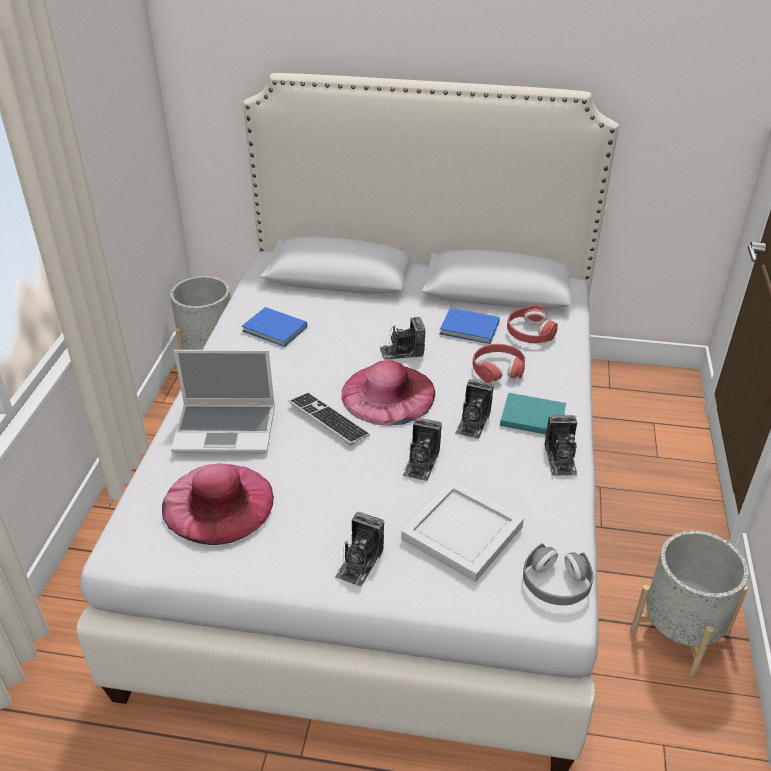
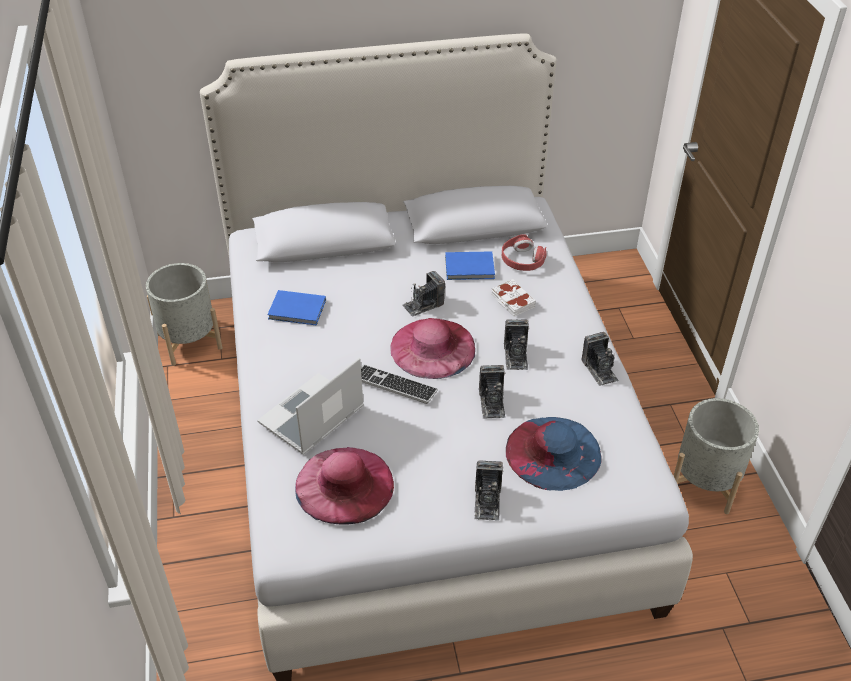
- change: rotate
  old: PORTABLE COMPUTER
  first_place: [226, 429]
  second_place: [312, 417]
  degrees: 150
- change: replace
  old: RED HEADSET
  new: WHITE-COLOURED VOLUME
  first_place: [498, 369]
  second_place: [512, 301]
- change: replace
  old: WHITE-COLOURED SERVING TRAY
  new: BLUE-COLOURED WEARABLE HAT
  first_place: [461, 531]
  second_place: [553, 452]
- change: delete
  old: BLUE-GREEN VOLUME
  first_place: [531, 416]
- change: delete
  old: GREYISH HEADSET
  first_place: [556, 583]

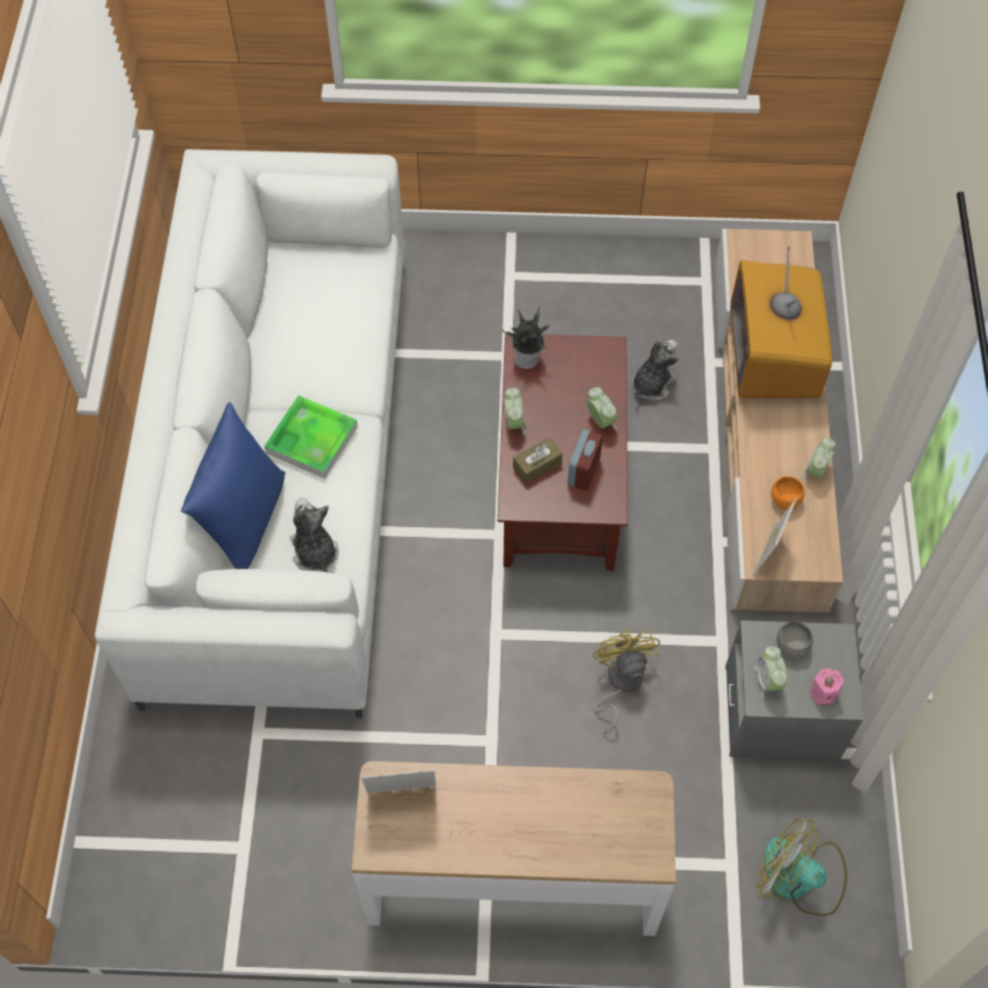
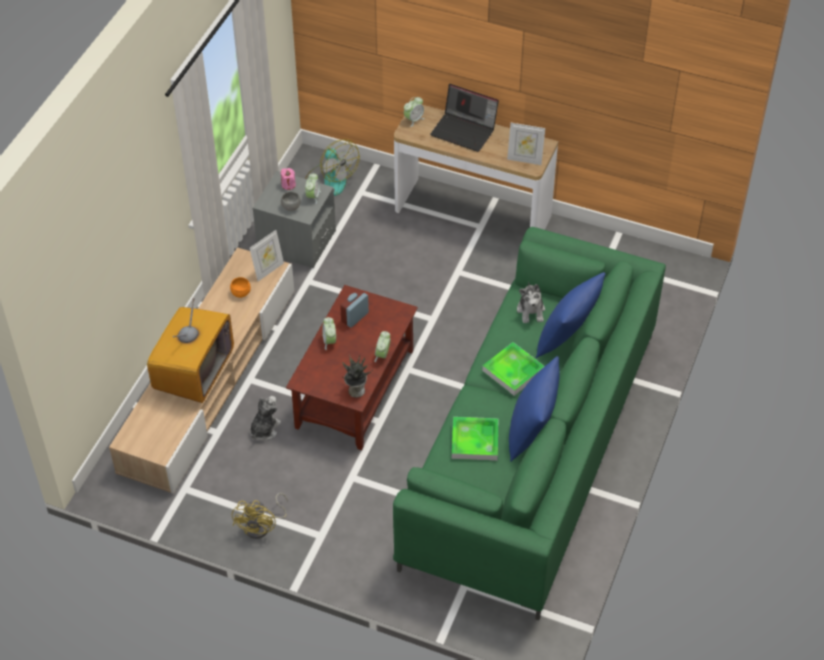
- change: move
  old: YELLOW ELECTRIC FAN
  first_place: [620, 682]
  second_place: [262, 526]
- change: rotate
  old: SOFT TOY
  first_place: [652, 384]
  second_place: [264, 429]
  degrees: 150
- change: recolor
  old: WHITE-COLOURED SETTEE
  new: GREEN-COLOURED SETTEE
  first_place: [282, 466]
  second_place: [530, 448]
- change: move
  old: ALARM CLOCK
  first_place: [816, 471]
  second_place: [413, 120]
- change: insert
  new: PORTABLE COMPUTER
  second_place: [465, 131]
- change: insert
  new: SERVING TRAY
  second_place: [475, 441]
- change: insert
  new: BLUE-COLOURED CUSHION
  second_place: [531, 431]
- change: delete
  old: BROWNISH TISSUE BOX
  first_place: [537, 465]

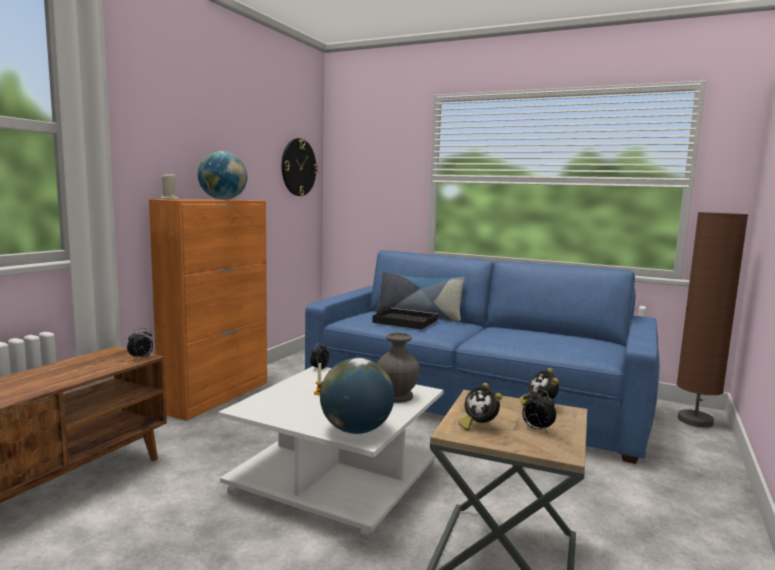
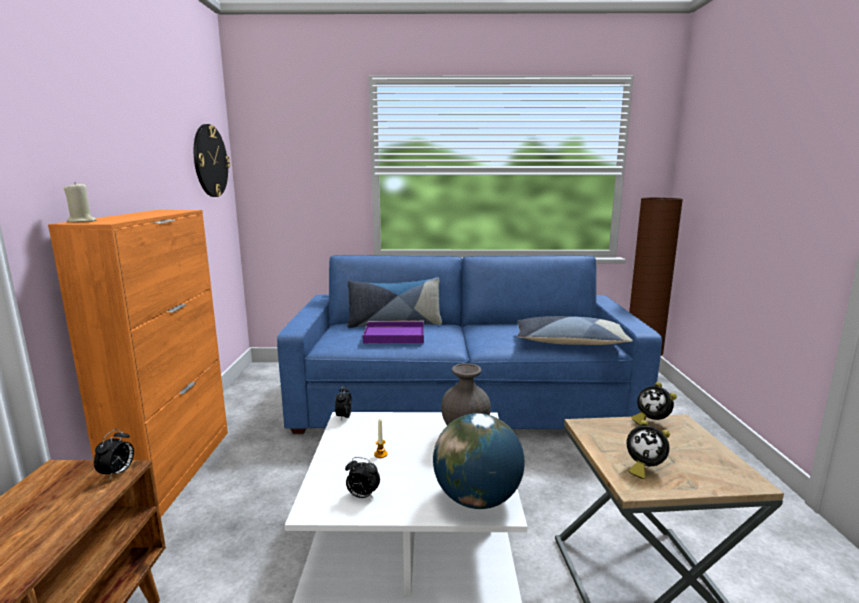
- change: move
  old: ALARM CLOCK
  first_place: [536, 429]
  second_place: [362, 496]
- change: recolor
  old: BLACK SERVING TRAY
  new: PURPLE SERVING TRAY
  first_place: [403, 321]
  second_place: [393, 335]
- change: insert
  new: CUSHION
  second_place: [569, 342]
- change: delete
  old: DESK GLOBE
  first_place: [223, 199]

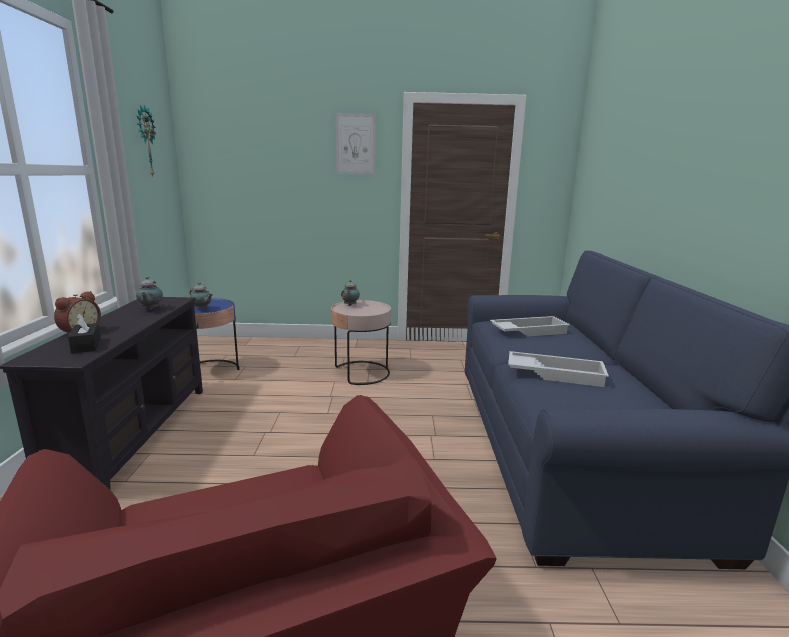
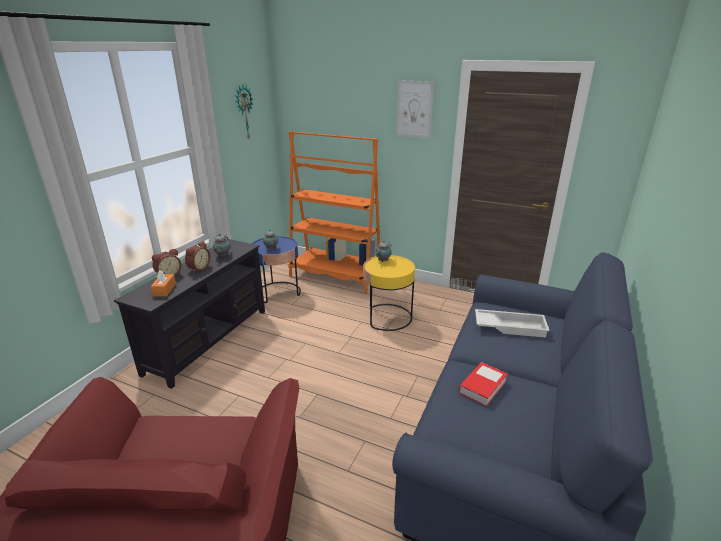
- change: recolor
  old: BLACK TISSUE BOX
  new: ORANGE TISSUE BOX
  first_place: [86, 345]
  second_place: [164, 290]
- change: insert
  new: ALARM CLOCK
  second_place: [198, 268]
- change: insert
  new: ORANGE SHELVING UNIT
  second_place: [335, 275]
- change: recolor
  old: PINK-COLOURED END TABLE
  new: YELLOW END TABLE
  first_place: [361, 373]
  second_place: [387, 317]
- change: replace
  old: WHITE-COLOURED SERVING TRAY
  new: VOLUME
  first_place: [555, 374]
  second_place: [482, 387]

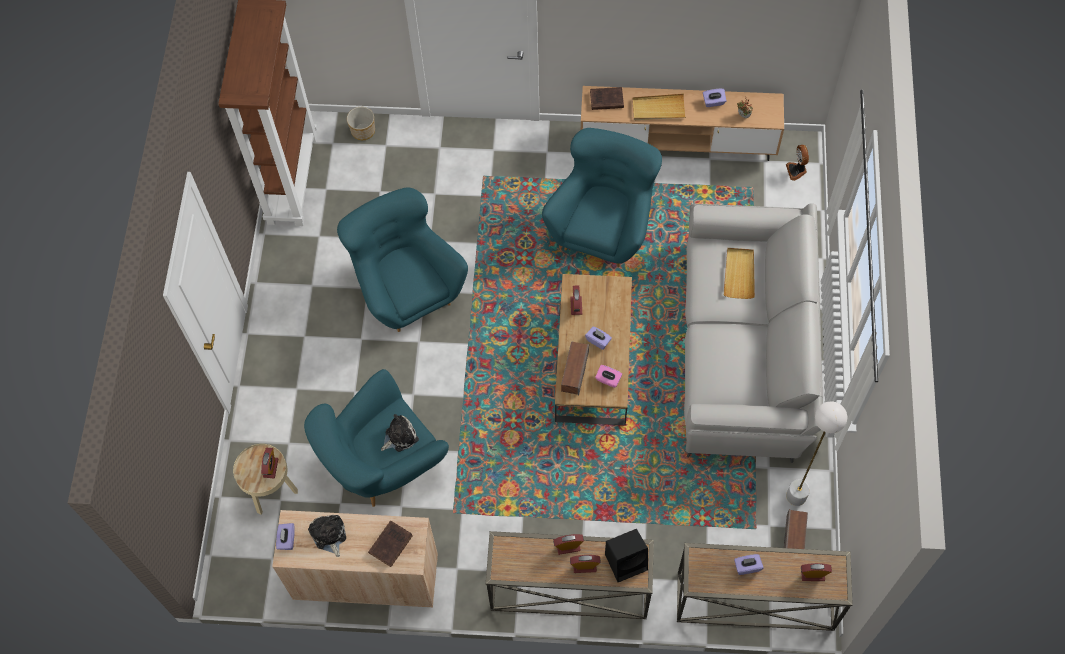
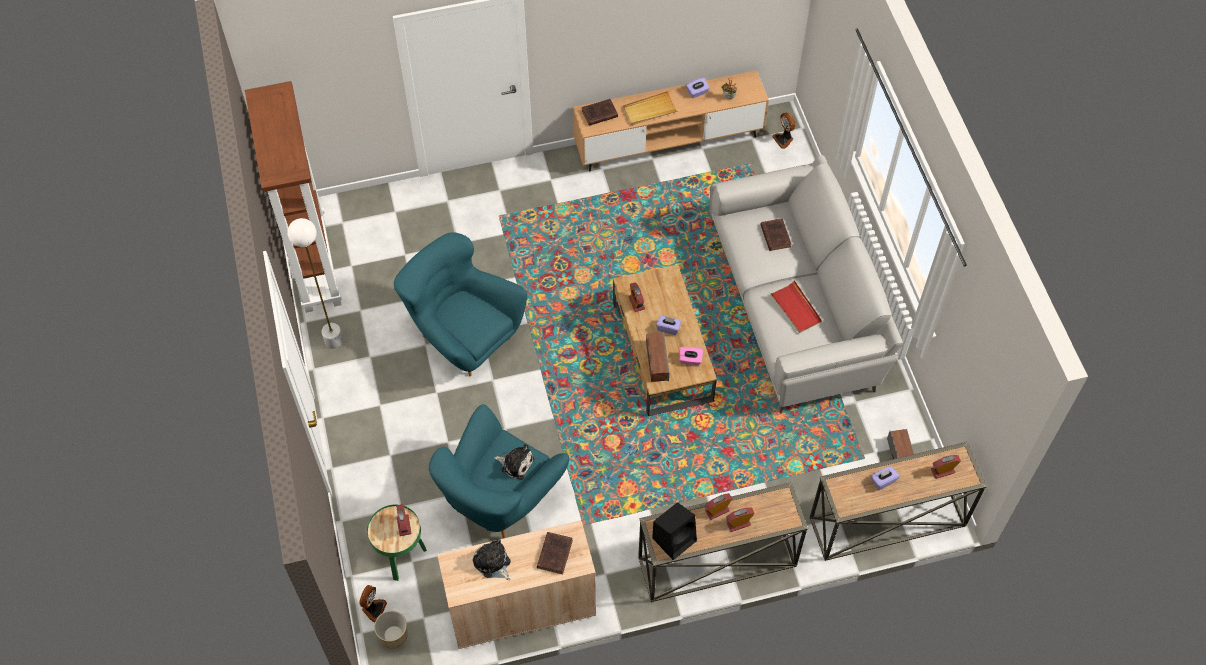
- change: move
  old: WHITE-COLOURED STANDARD LAMP
  first_place: [796, 496]
  second_place: [334, 341]
- change: insert
  new: ELECTRIC FAN
  second_place: [373, 609]
- change: recolor
  old: BEIGE-COLOURED END TABLE
  new: GREEN-COLOURED END TABLE
  first_place: [272, 492]
  second_place: [401, 556]
- change: move
  old: FLOWER POT
  first_place: [363, 130]
  second_place: [393, 635]
- change: rotate
  old: SOFT TOY
  first_place: [399, 436]
  second_place: [515, 463]
  degrees: 75
- change: move
  old: BLACK LOUDSPEAKER
  first_place: [627, 561]
  second_place: [675, 538]
- change: replace
  old: BEIGE-COLOURED SERVING TRAY
  new: BROWNISH VOLUME
  first_place: [739, 274]
  second_place: [775, 235]
- change: insert
  new: RED SERVING TRAY
  second_place: [795, 308]
- change: delete
  old: PURPLE TISSUE BOX
  first_place: [287, 539]
- change: delete
  old: BLUE-GREEN EASY CHAIR
  first_place: [603, 229]

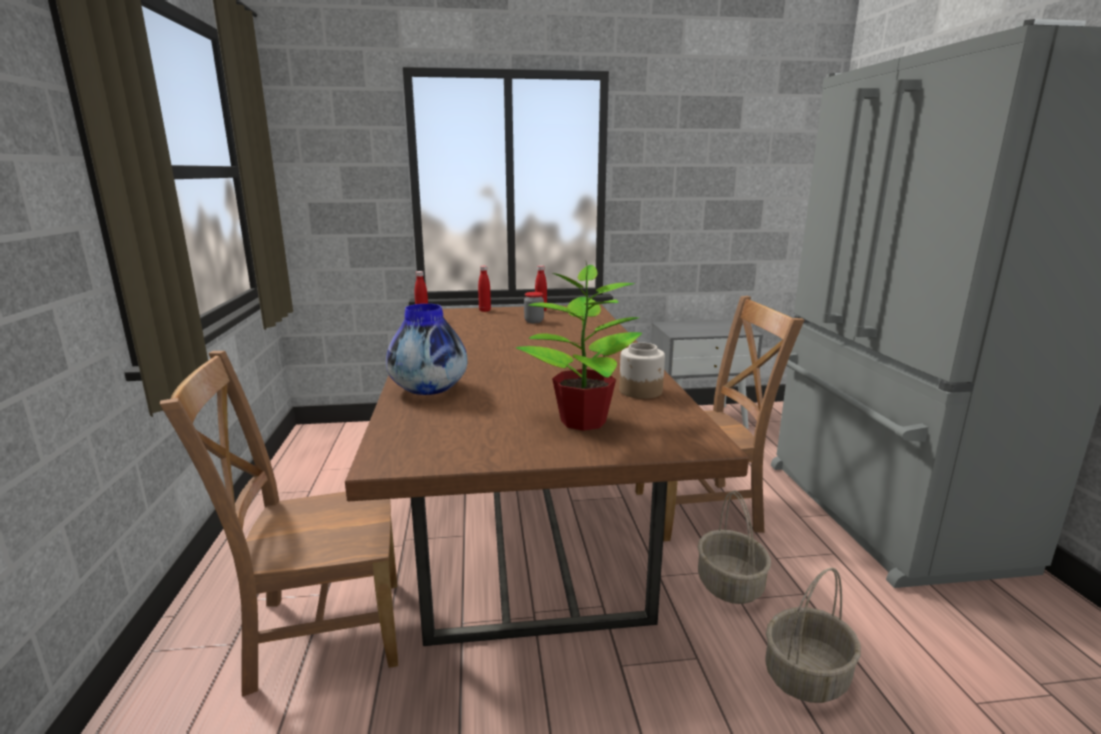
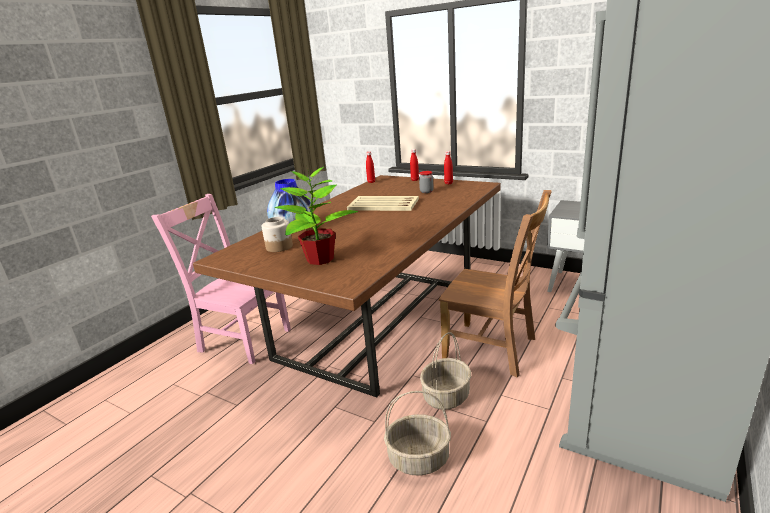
- change: recolor
  old: BROWNISH CHAIR
  new: PINK-COLOURED CHAIR
  first_place: [320, 633]
  second_place: [242, 339]
- change: move
  old: JAR
  first_place: [641, 391]
  second_place: [279, 247]
- change: insert
  new: BEIGE-COLOURED SERVING TRAY
  second_place: [384, 204]

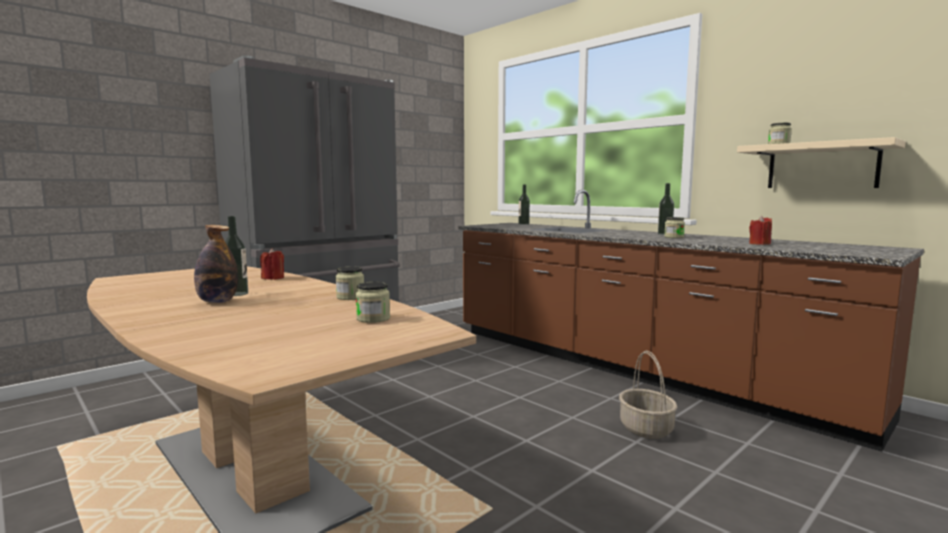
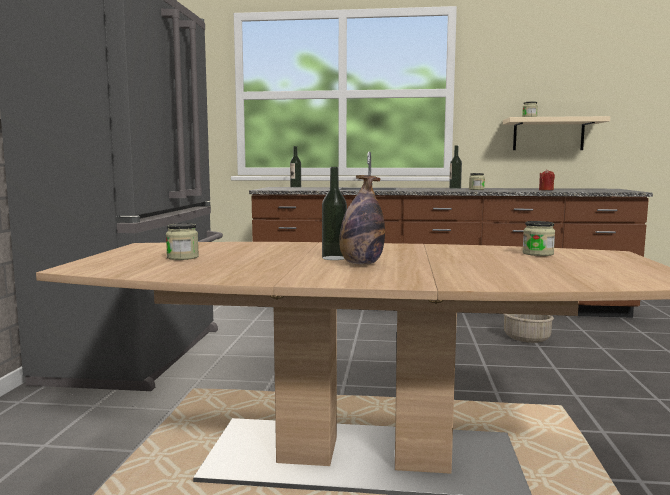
- change: move
  old: JAR
  first_place: [350, 297]
  second_place: [182, 257]
- change: delete
  old: RED CANDLE
  first_place: [273, 278]

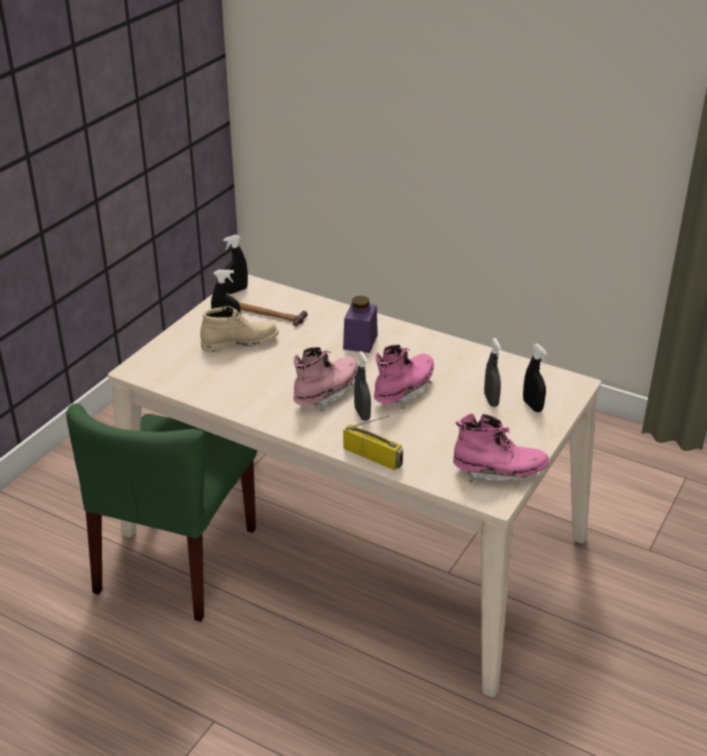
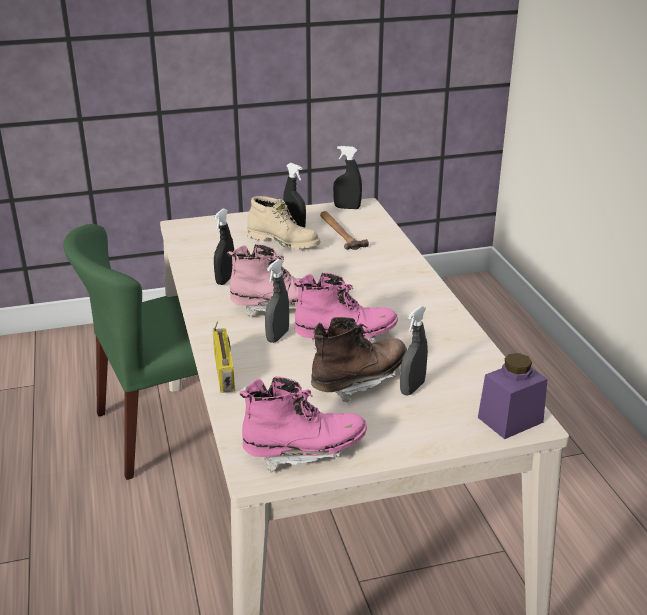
- change: move
  old: BLACK HAND SPRAYER
  first_place: [532, 406]
  second_place: [225, 280]
- change: rotate
  old: PINK-COLOURED BOOT
  first_place: [498, 472]
  second_place: [304, 452]
  degrees: -60
- change: insert
  new: BROWNISH BOOT
  second_place: [359, 381]
- change: move
  old: PURPLE JAR
  first_place: [360, 342]
  second_place: [510, 420]

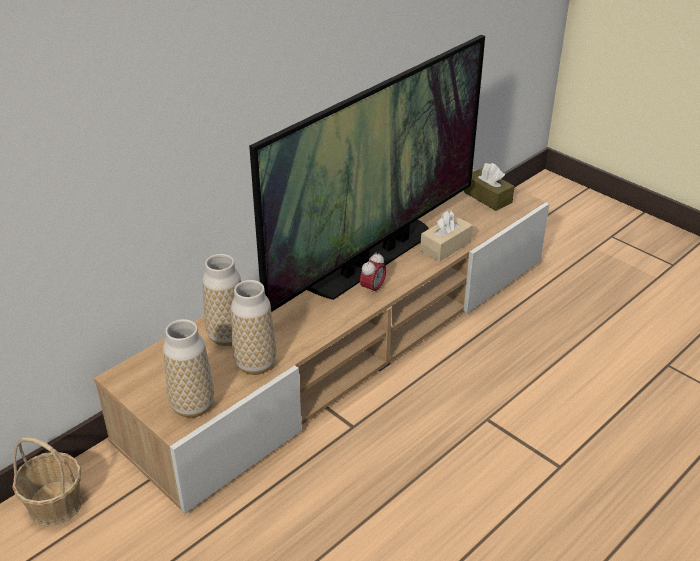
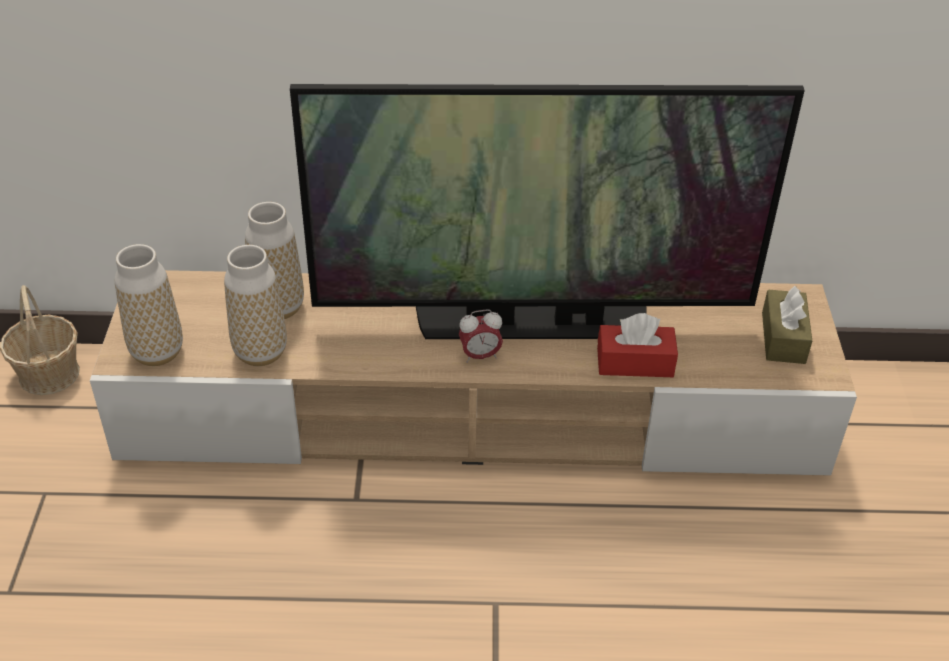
- change: recolor
  old: BEIGE-COLOURED TISSUE BOX
  new: RED TISSUE BOX
  first_place: [445, 246]
  second_place: [635, 362]

